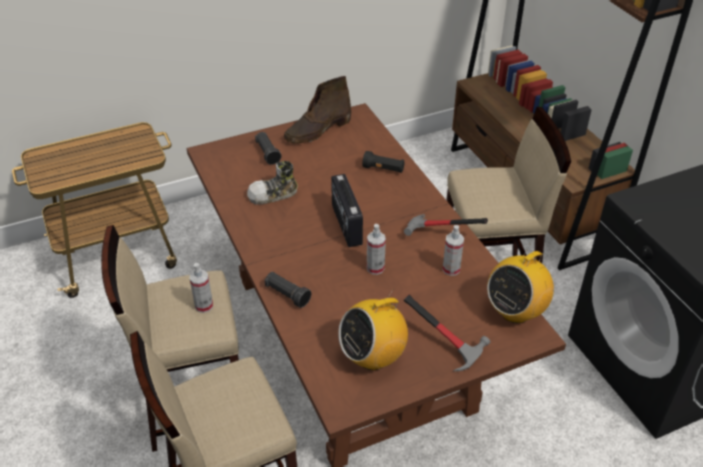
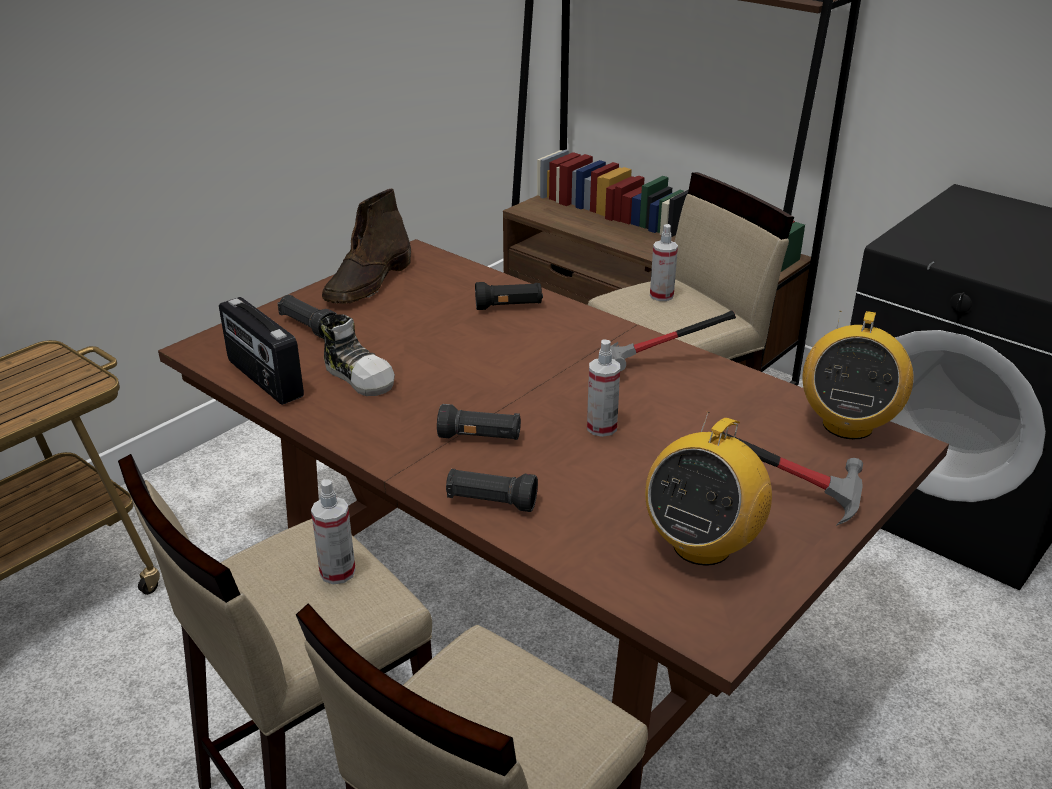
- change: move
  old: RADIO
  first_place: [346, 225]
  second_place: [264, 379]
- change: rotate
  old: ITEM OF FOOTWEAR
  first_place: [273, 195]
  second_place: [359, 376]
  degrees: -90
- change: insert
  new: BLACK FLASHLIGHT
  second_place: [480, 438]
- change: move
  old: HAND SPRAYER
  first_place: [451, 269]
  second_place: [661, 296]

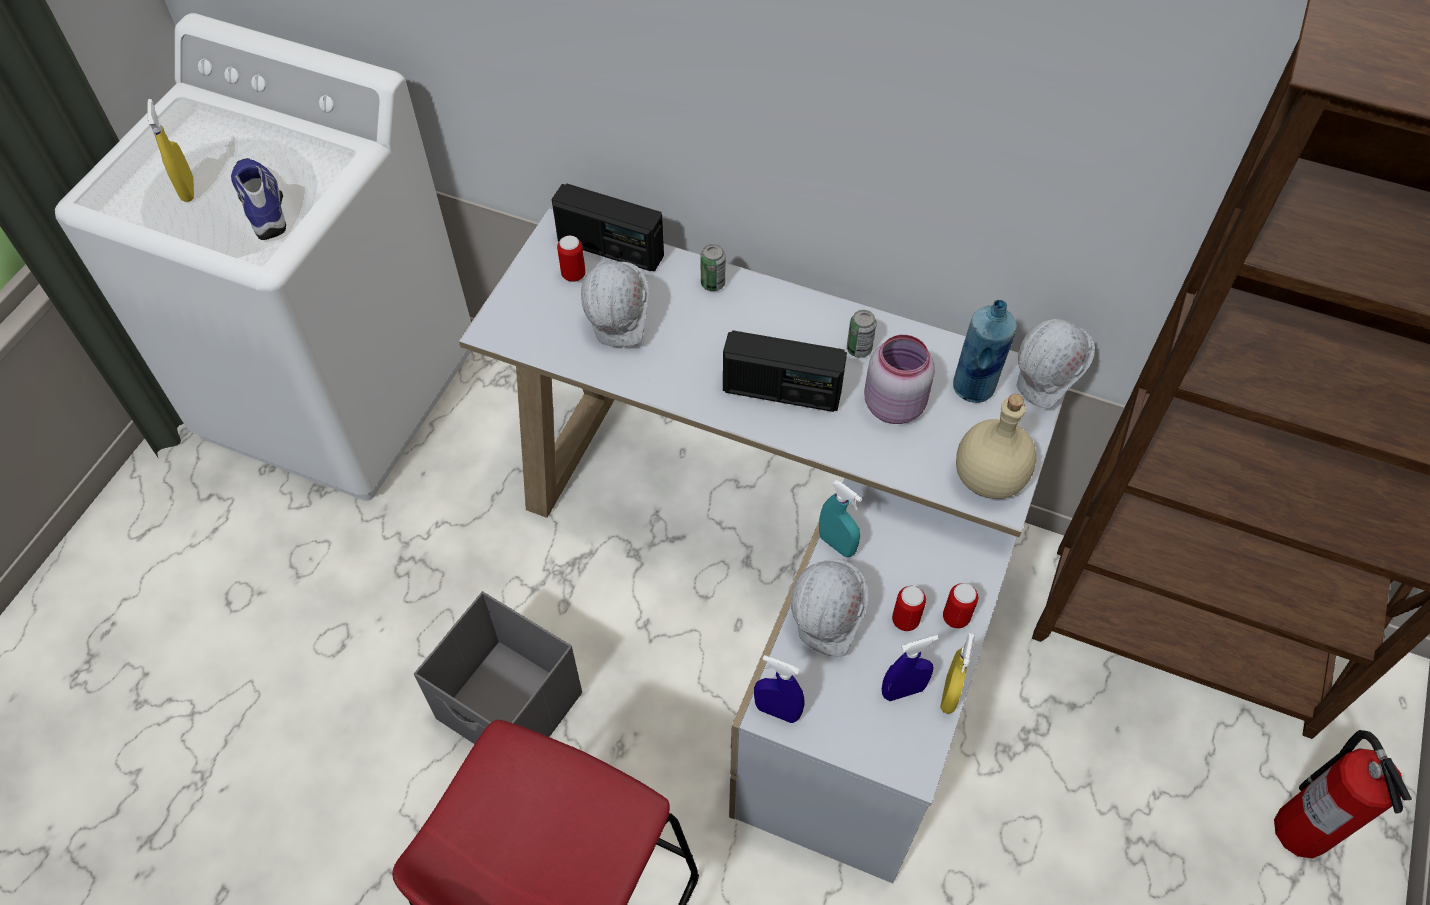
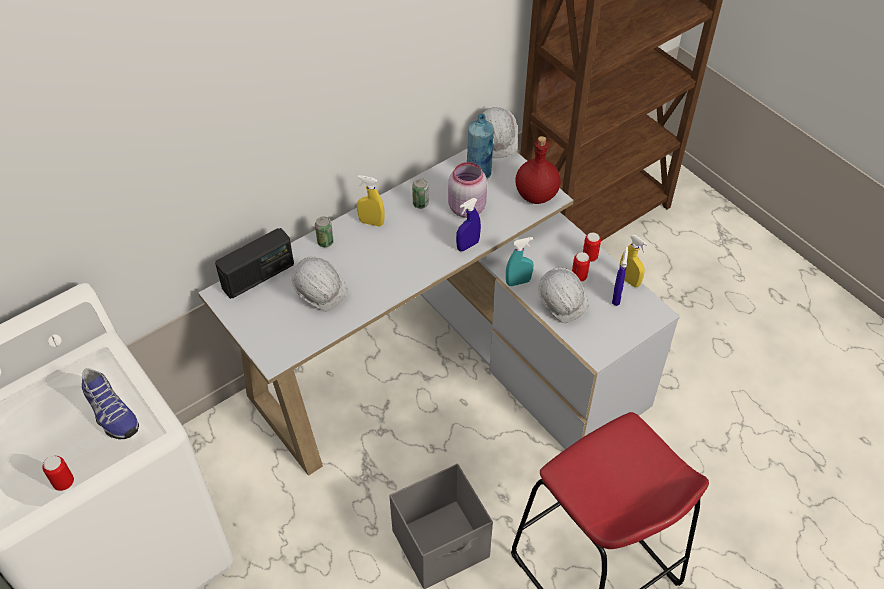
- change: move
  old: METAL CAN
  first_place: [573, 275]
  second_place: [64, 483]
- change: rotate
  old: ITEM OF FOOTWEAR
  first_place: [265, 206]
  second_place: [110, 413]
  degrees: -135
- change: move
  old: YELLOW HAND SPRAYER
  first_place: [188, 189]
  second_place: [371, 222]
- change: move
  old: BLUE-COLOURED HAND SPRAYER
  first_place: [777, 711]
  second_place: [468, 245]
- change: recolor
  old: BEIGE-COLOURED BEVERAGE BOTTLE
  new: RED BEVERAGE BOTTLE
  first_place: [990, 478]
  second_place: [536, 195]
- change: delete
  old: RADIO
  first_place: [781, 391]
- change: delete
  old: FIRE-FIGHTING CYLINDER
  first_place: [1301, 829]

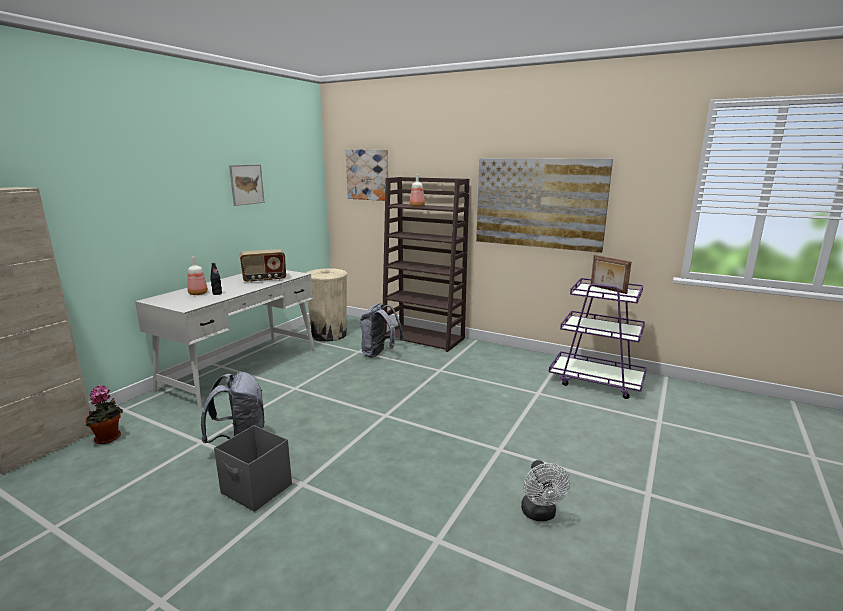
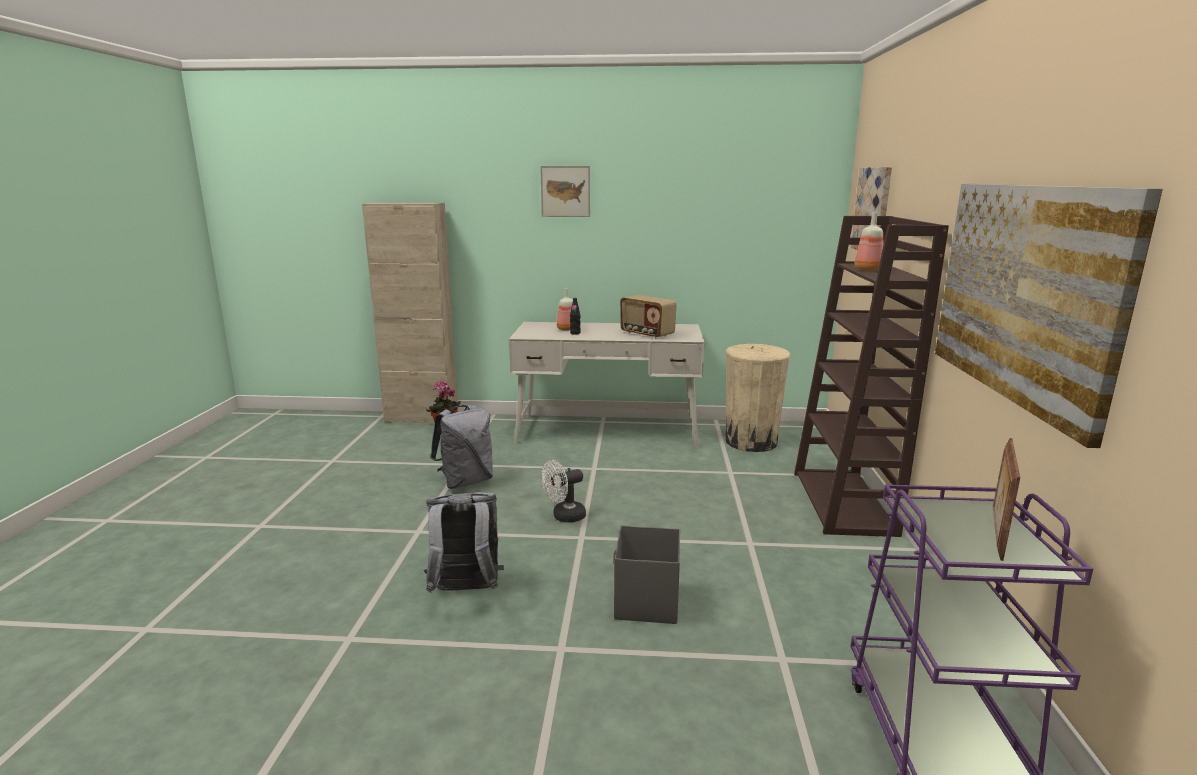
- change: move
  old: GREYISH BACKPACK
  first_place: [379, 354]
  second_place: [466, 592]
- change: move
  old: PICTURE
  first_place: [246, 184]
  second_place: [565, 191]
- change: move
  old: WHITE-COLOURED ELECTRIC FAN
  first_place: [540, 514]
  second_place: [564, 517]
- change: move
  old: GREYISH STORAGE BIN
  first_place: [257, 489]
  second_place: [646, 603]

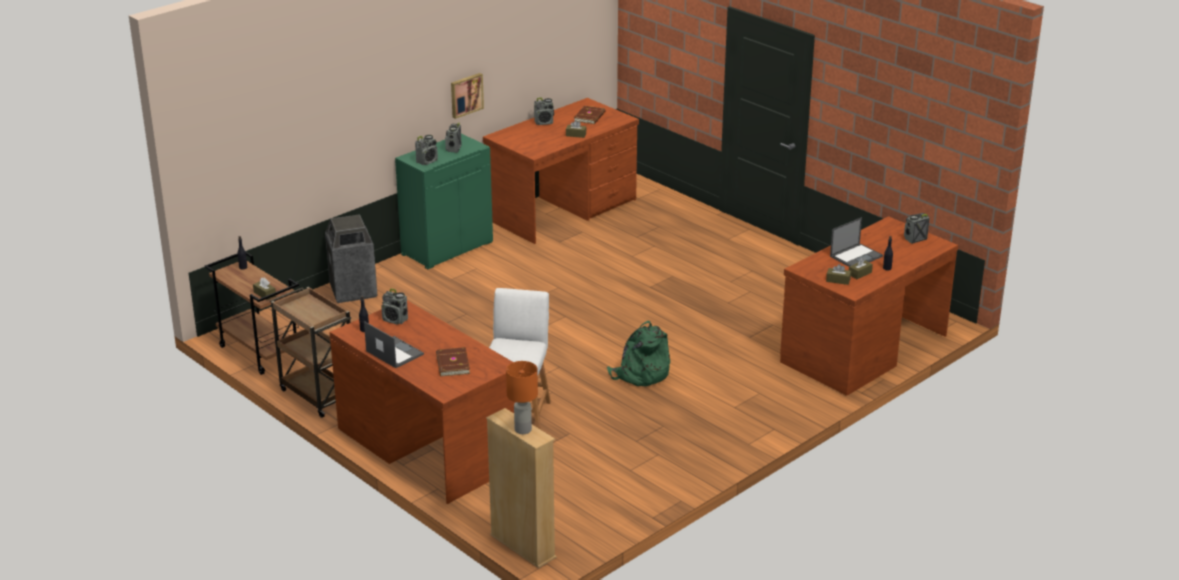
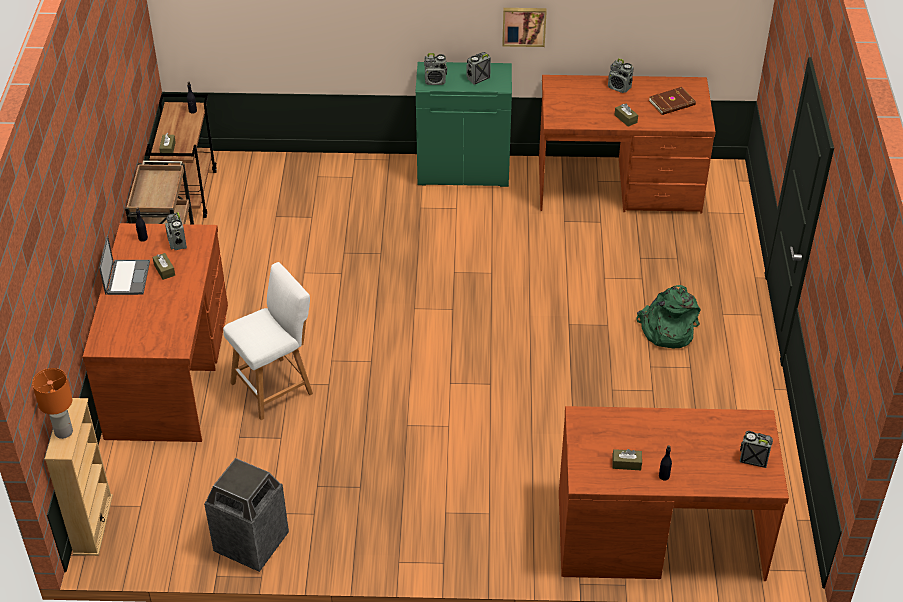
- change: move
  old: BROWNISH TISSUE BOX
  first_place: [838, 280]
  second_place: [164, 270]
- change: move
  old: TRASH CAN
  first_place: [353, 291]
  second_place: [251, 543]
- change: move
  old: GREEN-COLOURED BACKPACK
  first_place: [640, 374]
  second_place: [666, 330]
- change: delete
  old: BROWNISH VOLUME
  first_place: [452, 364]
- change: delete
  old: PORTABLE COMPUTER
  first_place: [856, 256]

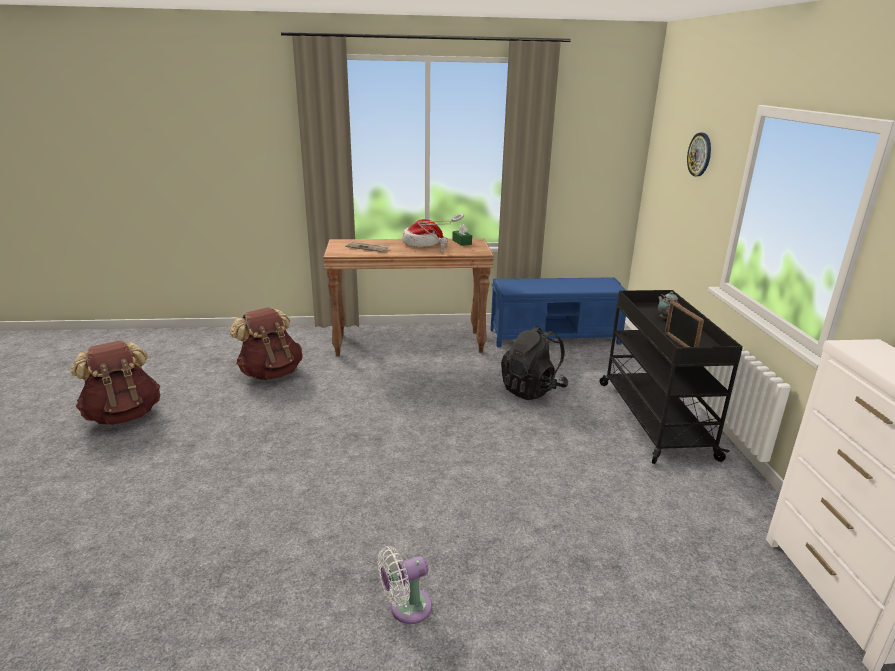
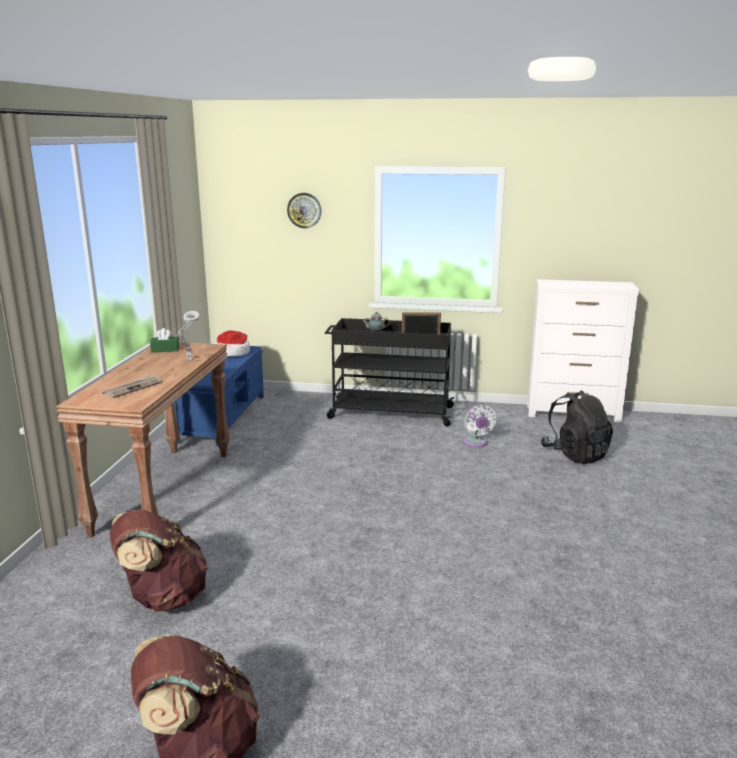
- change: move
  old: WEARABLE HAT
  first_place: [422, 243]
  second_place: [232, 353]
- change: move
  old: WHITE-COLOURED ELECTRIC FAN
  first_place: [406, 608]
  second_place: [476, 443]
- change: move
  old: BLACK BACKPACK
  first_place: [532, 389]
  second_place: [575, 454]

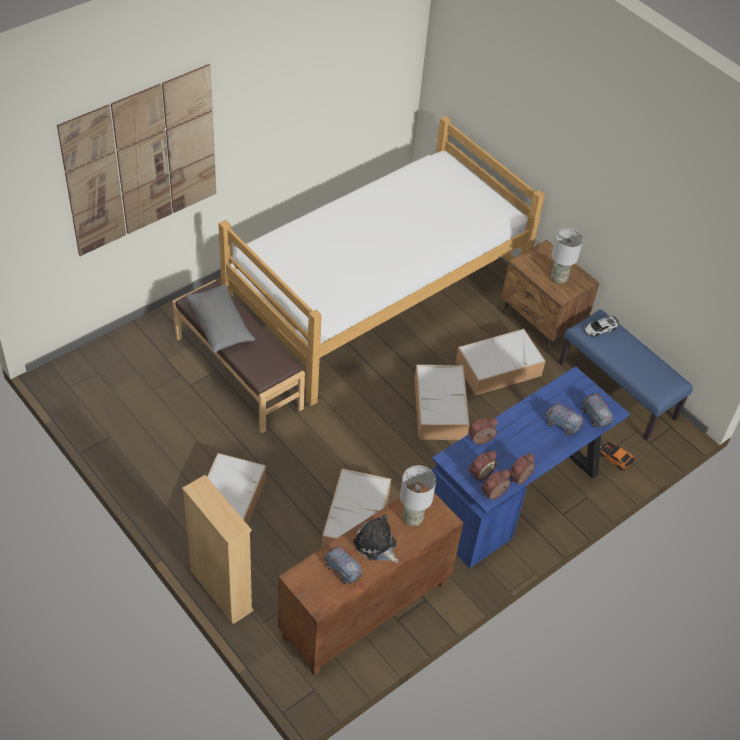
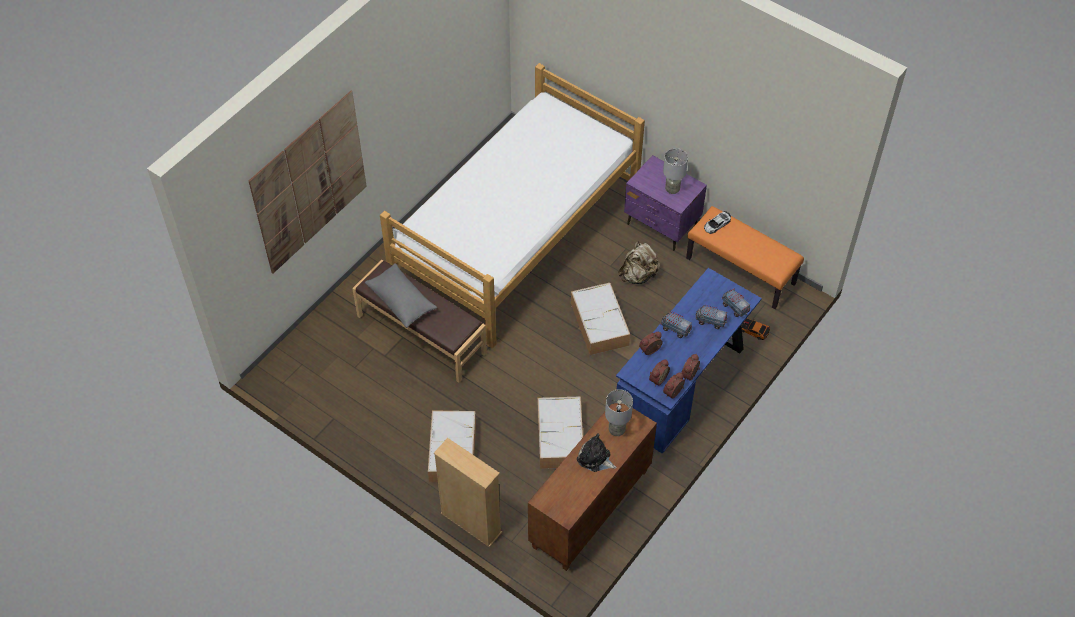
- change: replace
  old: STORAGE BIN
  new: BEIGE-COLOURED BACKPACK
  first_place: [499, 368]
  second_place: [638, 275]
- change: recolor
  old: BROWNISH NIGHT TABLE
  new: PURPLE NIGHT TABLE
  first_place: [541, 323]
  second_place: [662, 225]
- change: move
  old: TOY LORRY
  first_place: [342, 570]
  second_place: [675, 329]
- change: recolor
  old: BLUE-COLOURED LONG SEAT
  new: ORANGE LONG SEAT
  first_place: [618, 390]
  second_place: [741, 271]

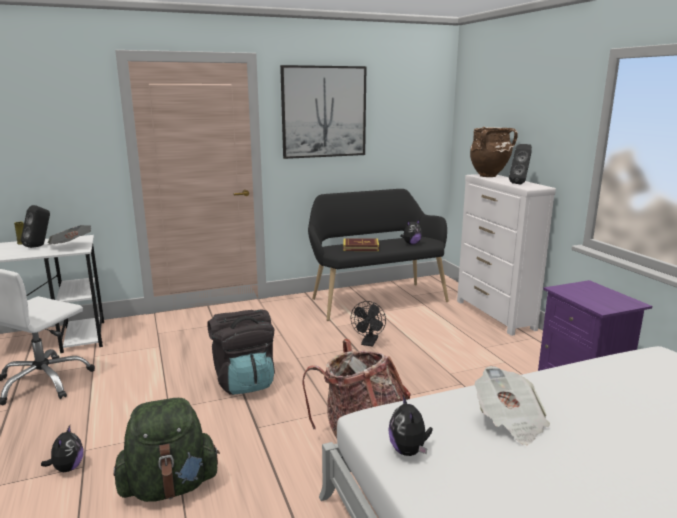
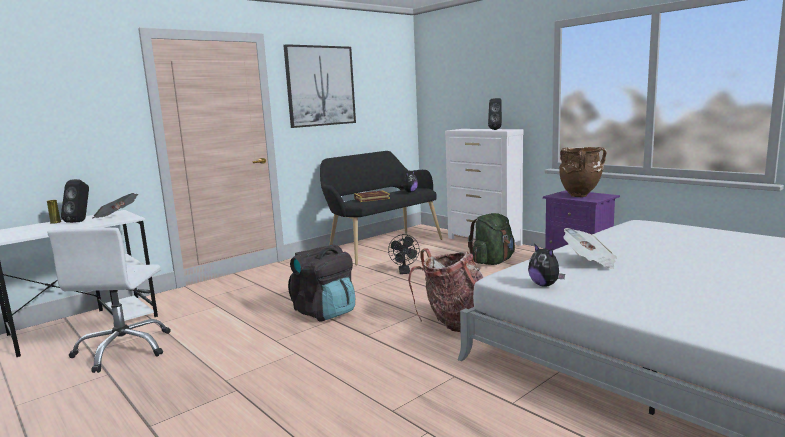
- change: move
  old: GREEN-COLOURED BACKPACK
  first_place: [170, 487]
  second_place: [492, 262]
- change: move
  old: BROWNISH FLOWER VASE
  first_place: [489, 176]
  second_place: [580, 196]
- change: delete
  old: SOFT TOY
  first_place: [67, 468]

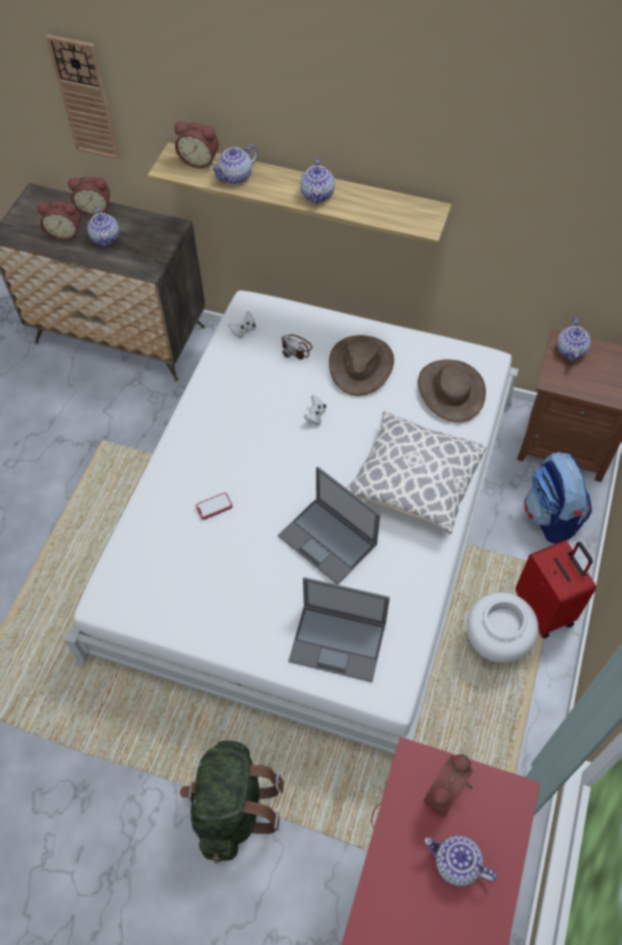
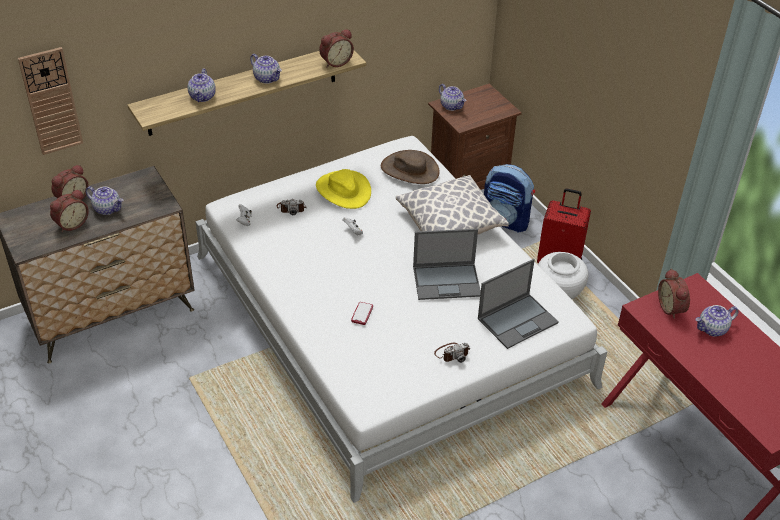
- change: recolor
  old: BROWNISH WEARABLE HAT
  new: YELLOW WEARABLE HAT
  first_place: [360, 365]
  second_place: [343, 190]
- change: move
  old: ALARM CLOCK
  first_place: [200, 160]
  second_place: [335, 62]
- change: insert
  new: PHOTO CAMERA
  second_place: [452, 353]
- change: delete
  old: GREEN-COLOURED BACKPACK
  first_place: [232, 807]

